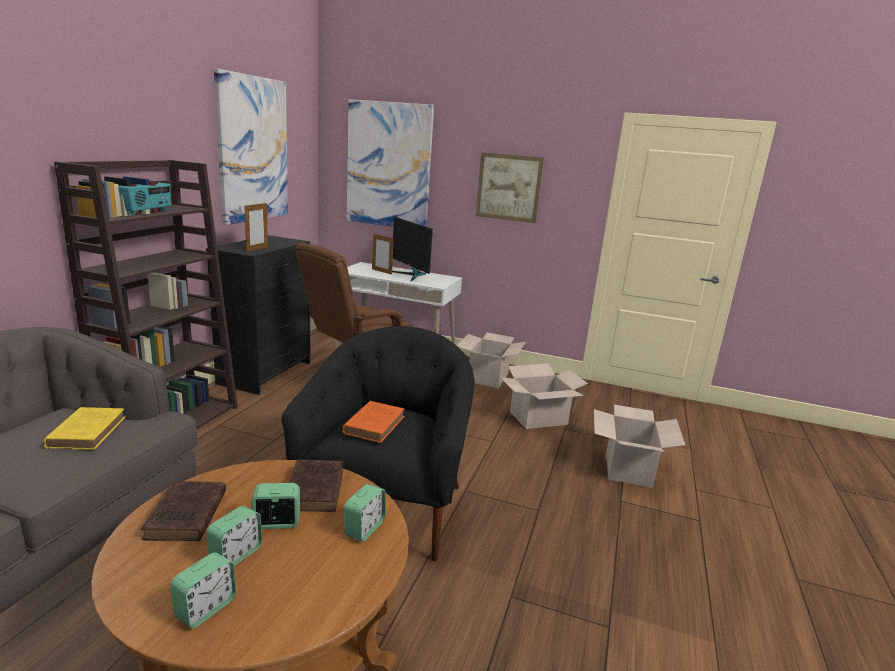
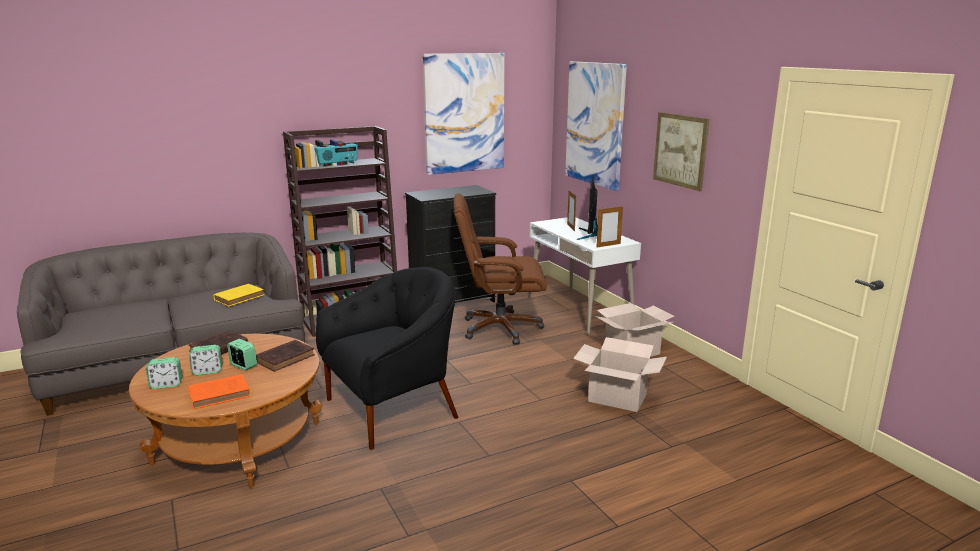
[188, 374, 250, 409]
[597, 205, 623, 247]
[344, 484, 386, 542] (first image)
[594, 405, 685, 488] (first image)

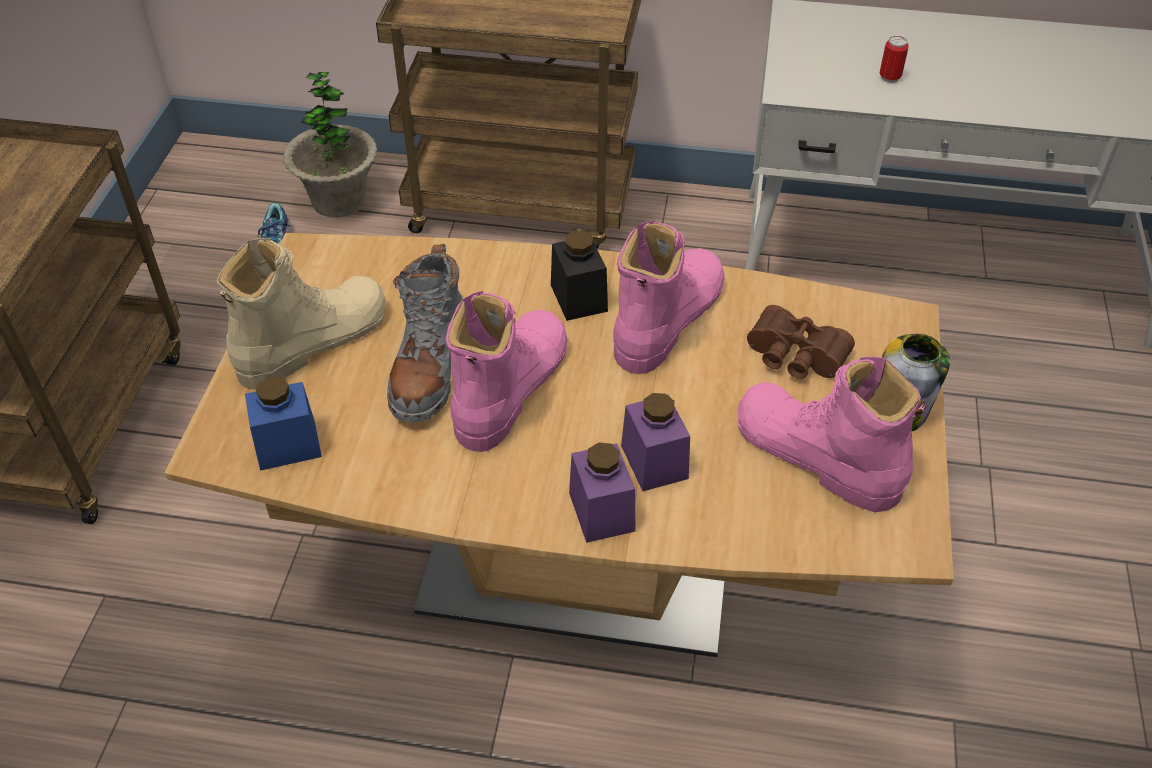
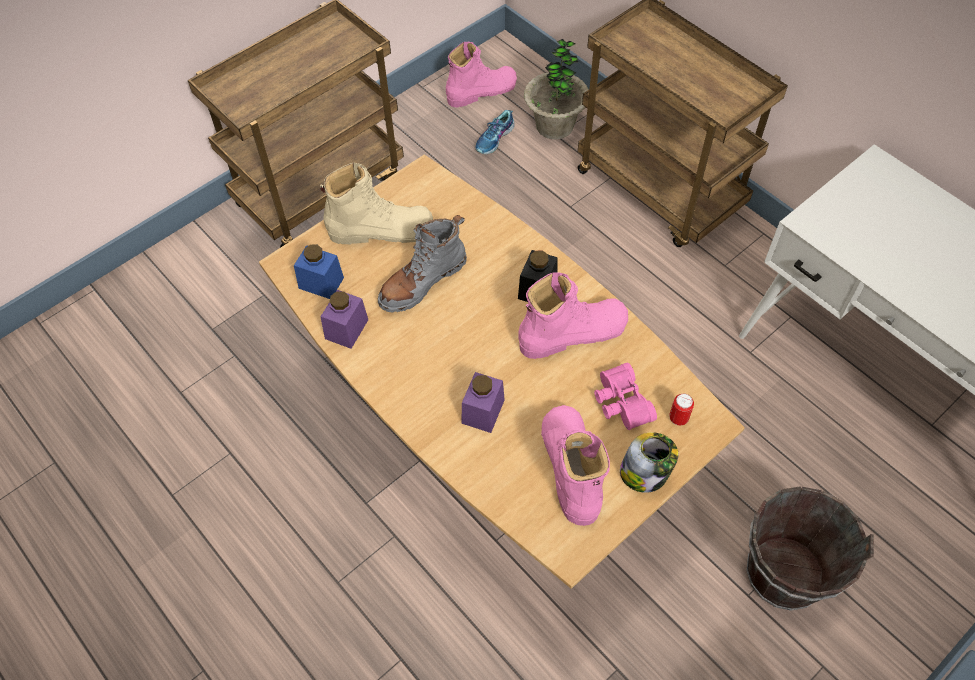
[320, 290, 368, 349]
[446, 42, 517, 107]
[594, 362, 657, 430]
[669, 394, 694, 425]
[747, 486, 874, 611]

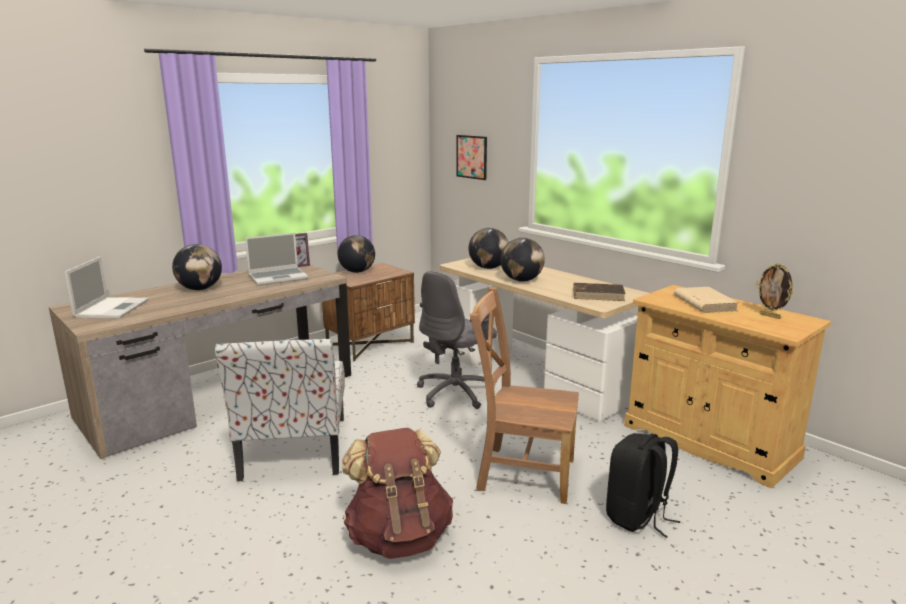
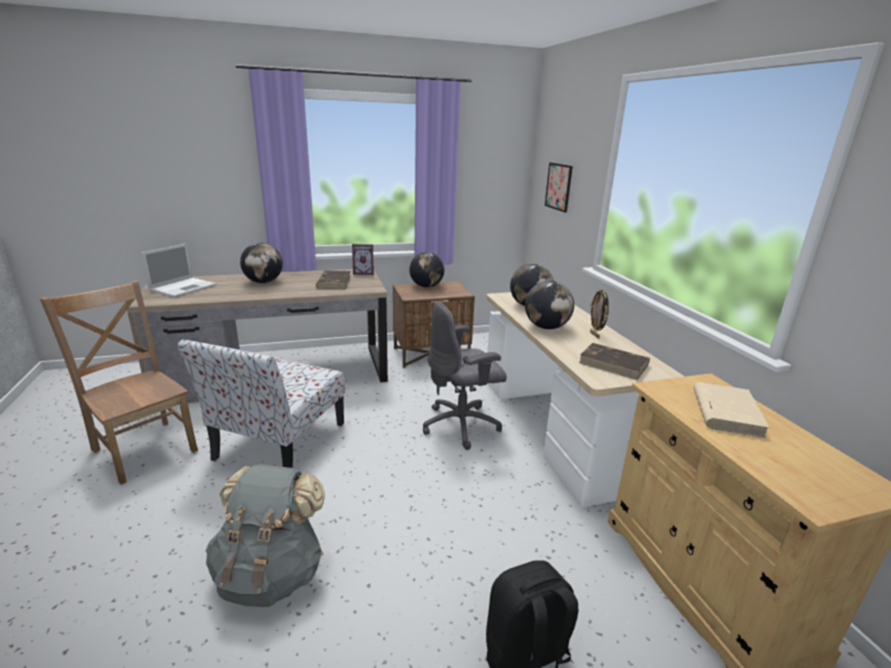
[40, 280, 198, 485]
[206, 464, 325, 607]
[316, 271, 350, 289]
[590, 289, 609, 339]

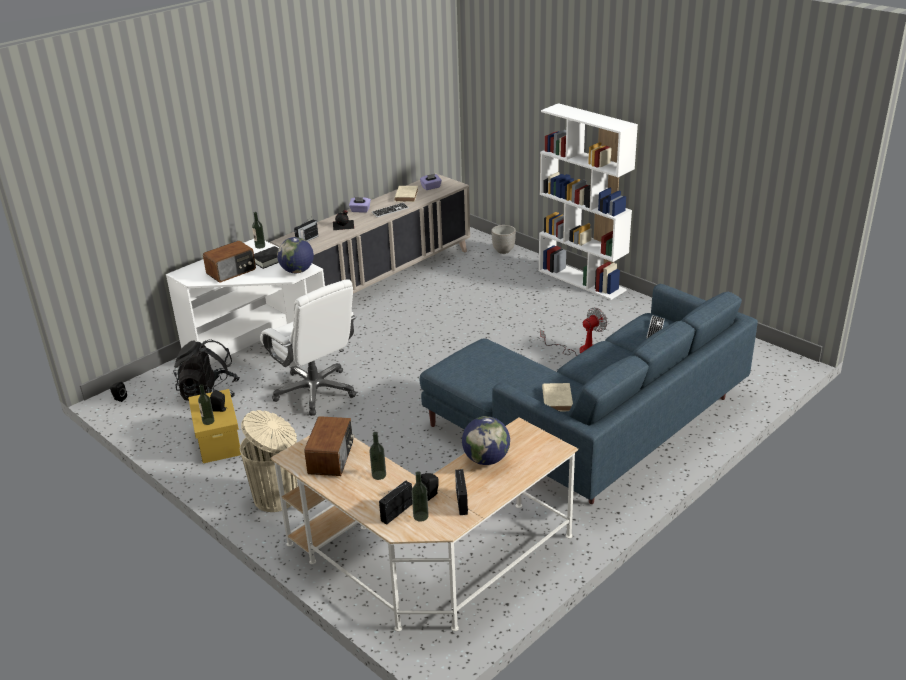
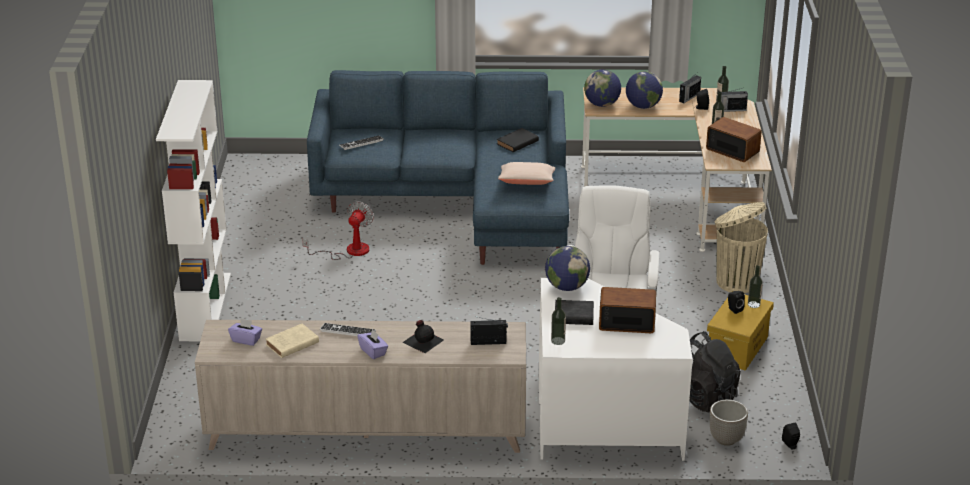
[302, 201, 374, 260]
[497, 128, 539, 152]
[498, 162, 555, 185]
[584, 70, 621, 107]
[706, 117, 762, 162]
[710, 400, 748, 446]

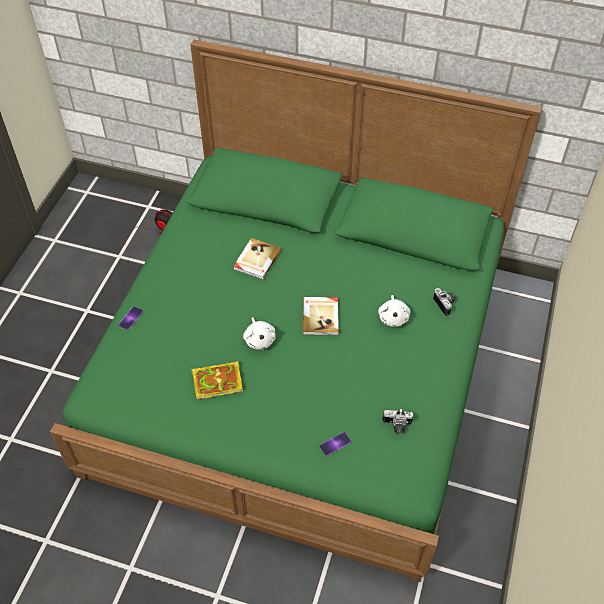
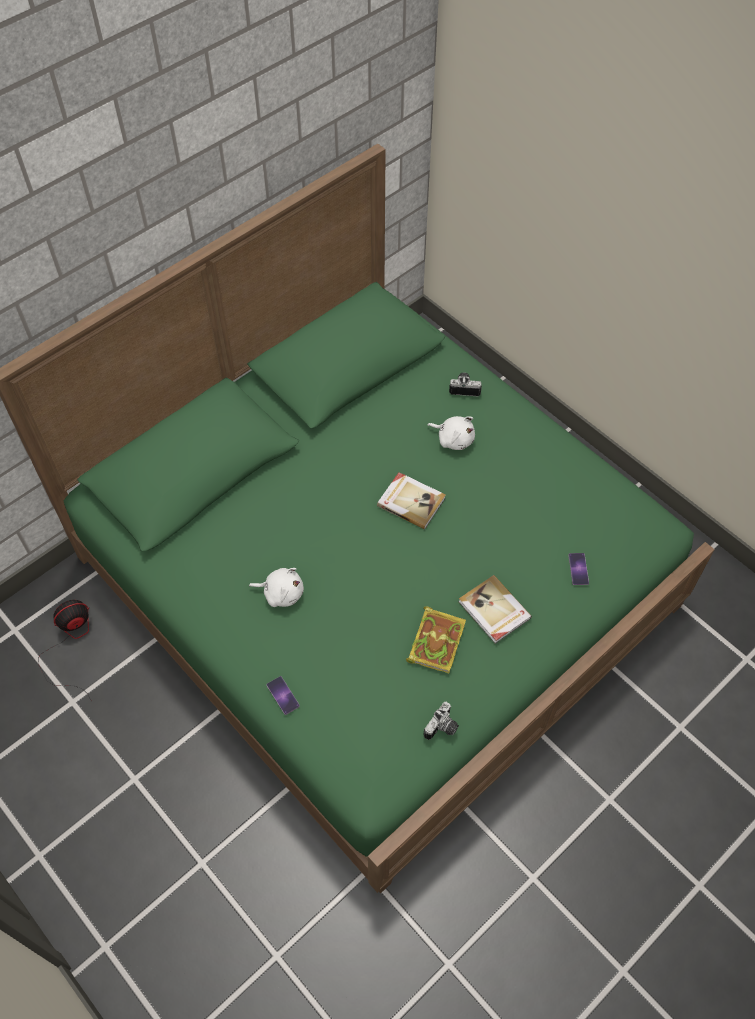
[249, 568, 304, 607]
[424, 702, 459, 740]
[459, 575, 532, 644]

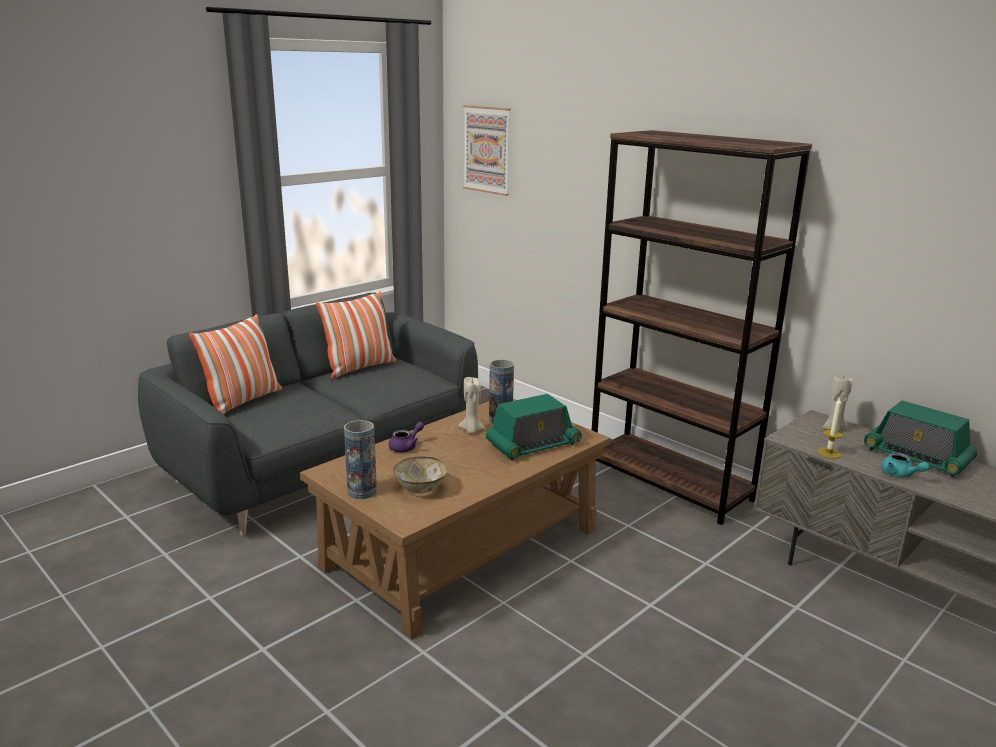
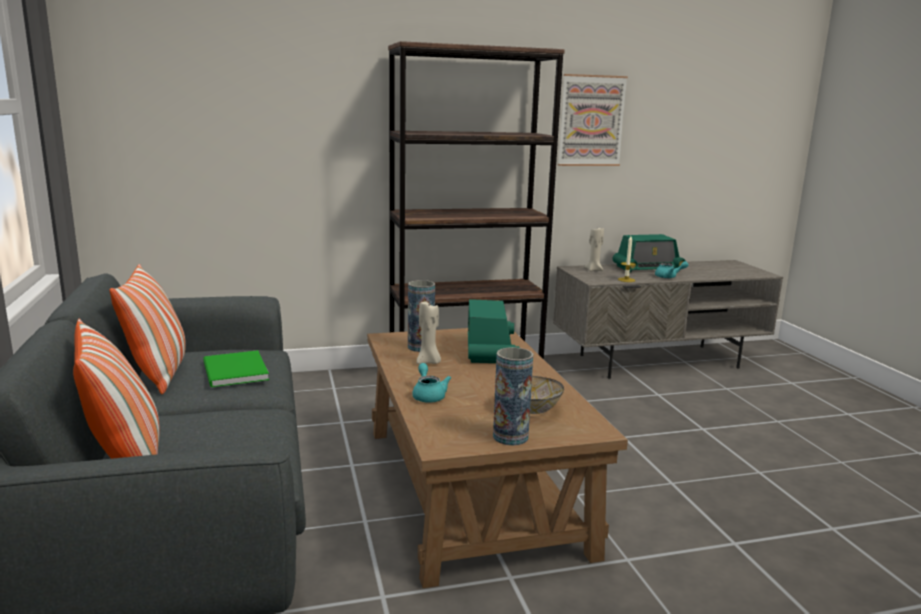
[203, 350, 269, 387]
[412, 363, 451, 403]
[558, 74, 628, 166]

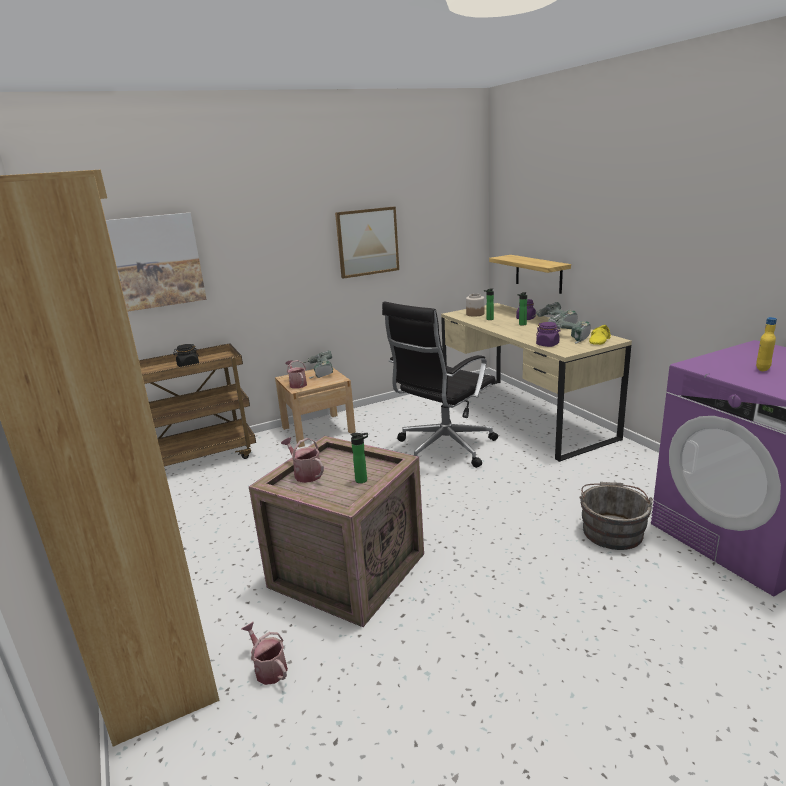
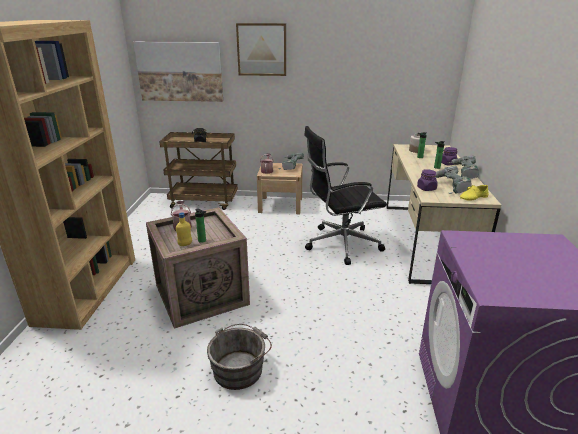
[176, 212, 192, 246]
[207, 324, 272, 390]
[236, 23, 286, 76]
[242, 622, 288, 685] (first image)
[489, 255, 571, 294] (first image)

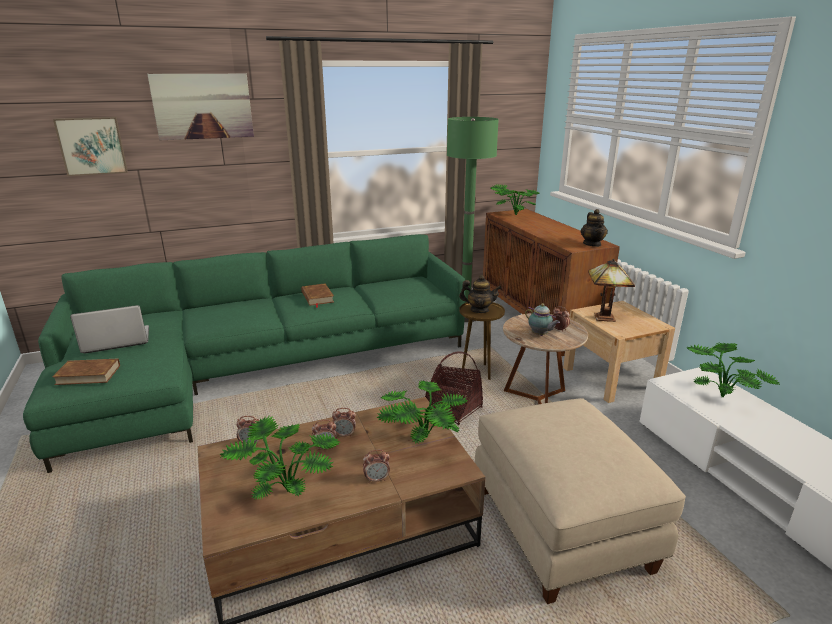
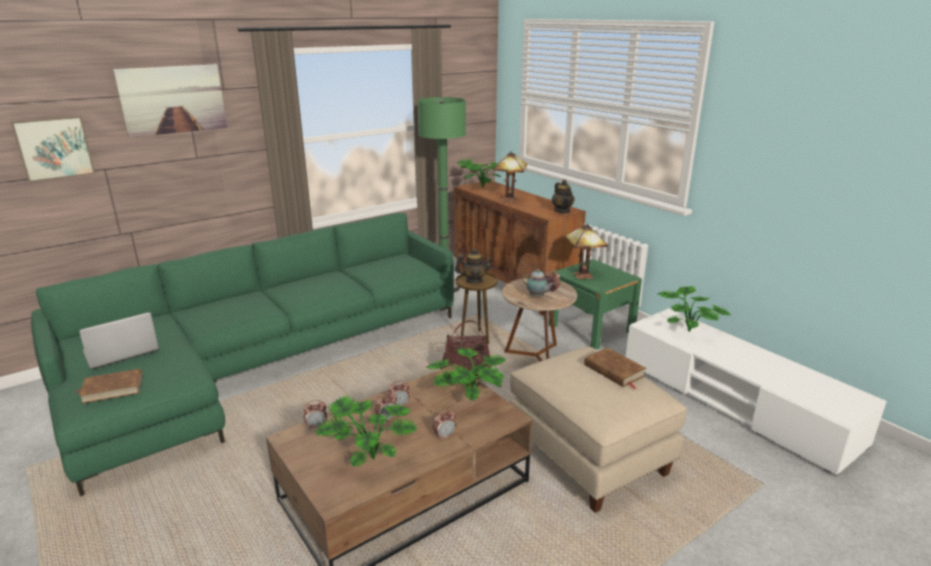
[494, 151, 527, 202]
[549, 259, 642, 349]
[584, 348, 646, 389]

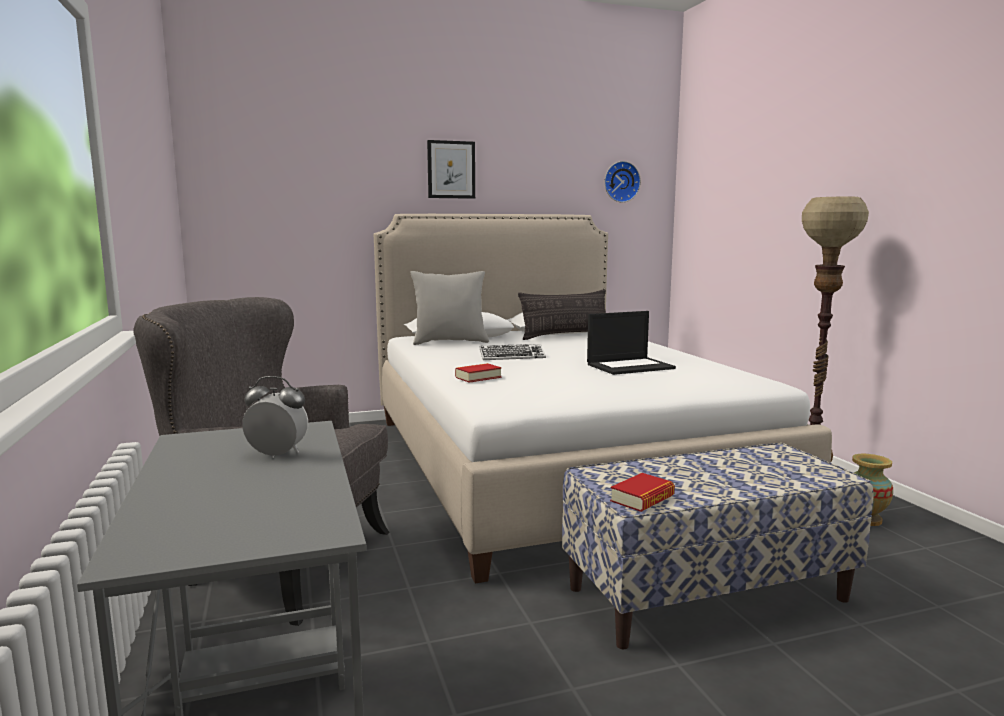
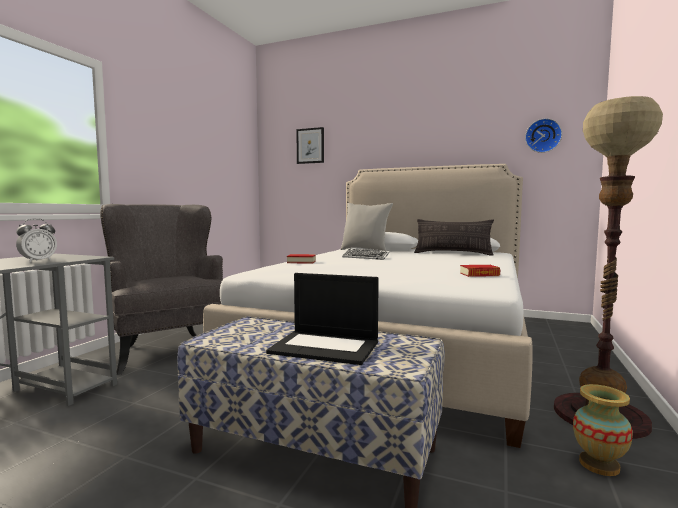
[16, 218, 57, 262]
[266, 273, 379, 365]
[296, 127, 324, 164]
[460, 265, 500, 277]

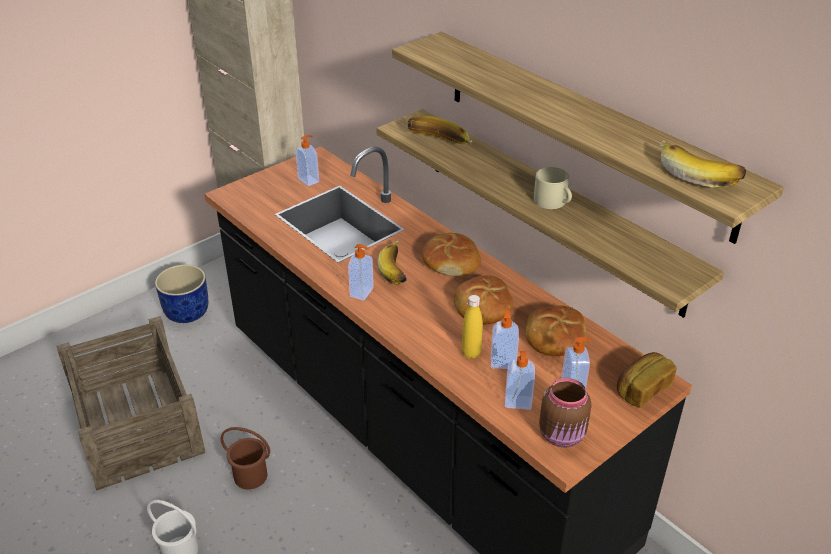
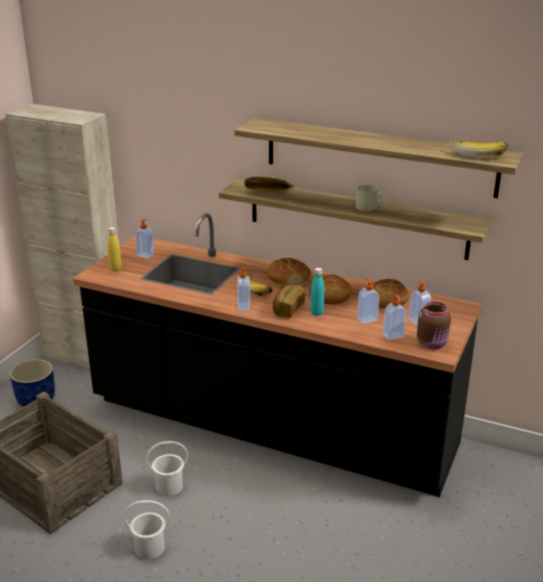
[108, 227, 122, 272]
[146, 441, 188, 496]
[273, 285, 305, 318]
[310, 268, 324, 316]

